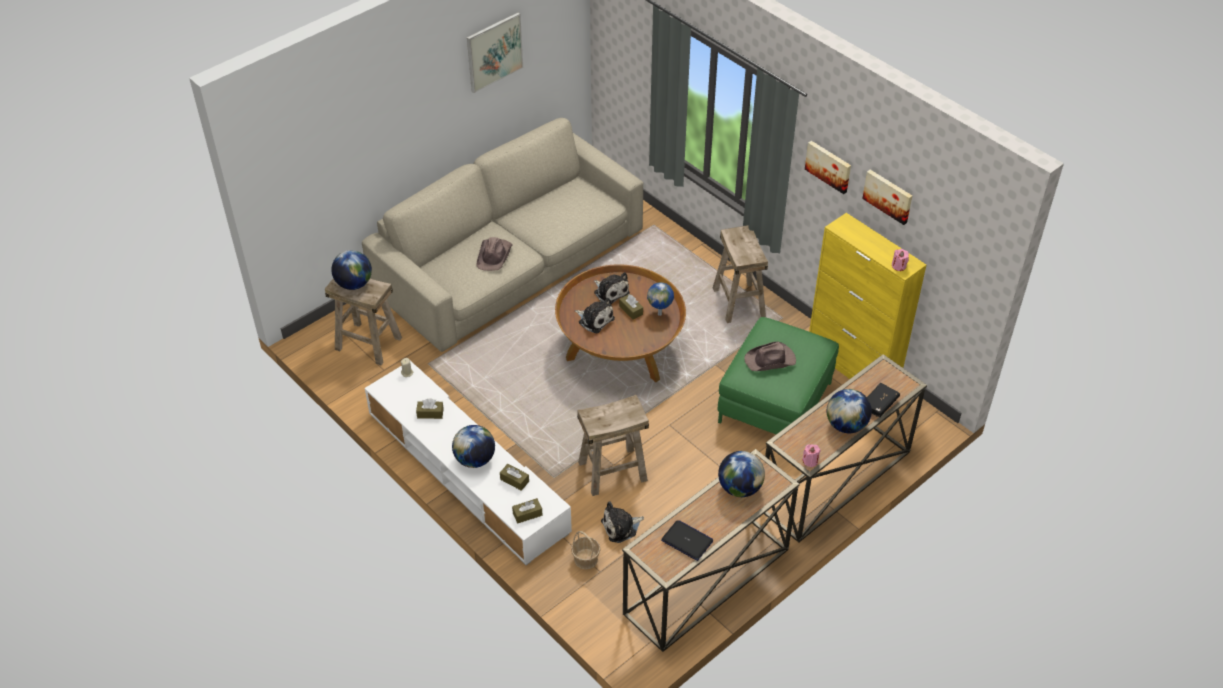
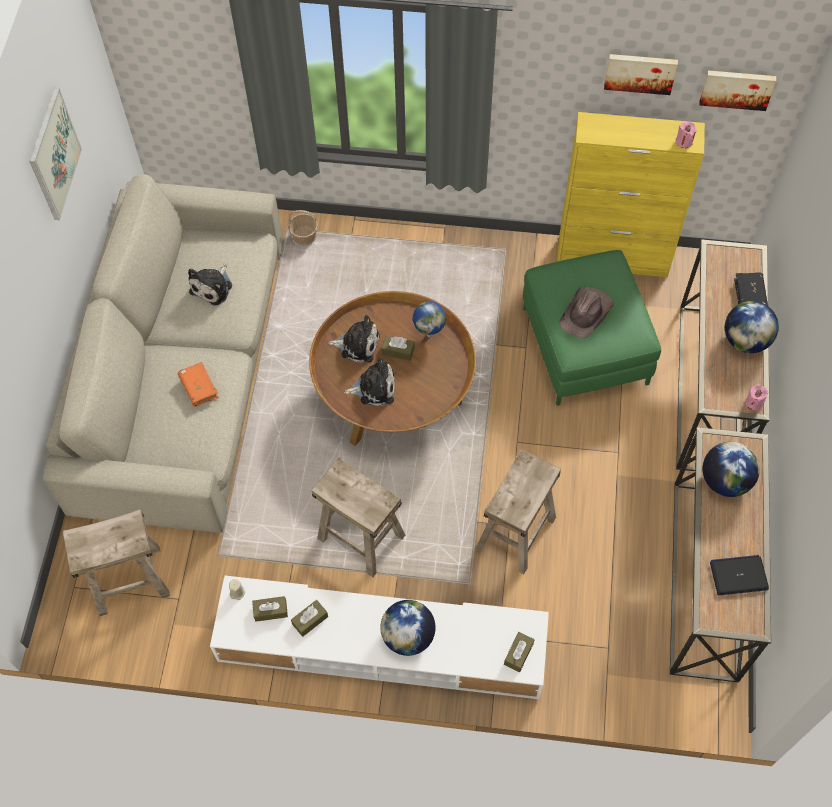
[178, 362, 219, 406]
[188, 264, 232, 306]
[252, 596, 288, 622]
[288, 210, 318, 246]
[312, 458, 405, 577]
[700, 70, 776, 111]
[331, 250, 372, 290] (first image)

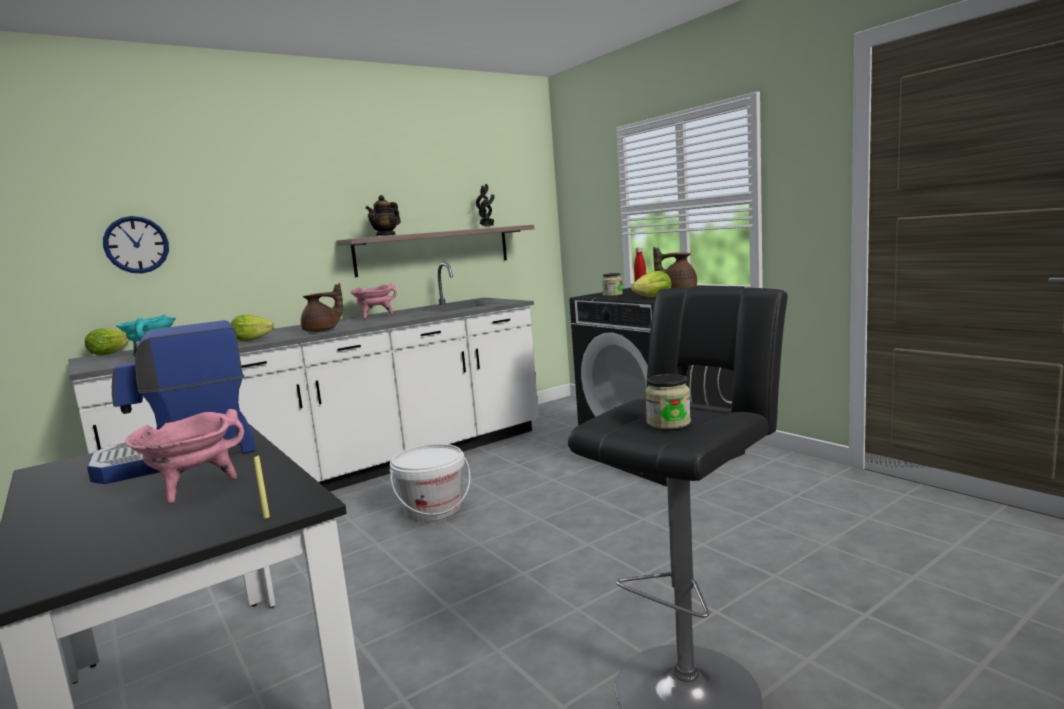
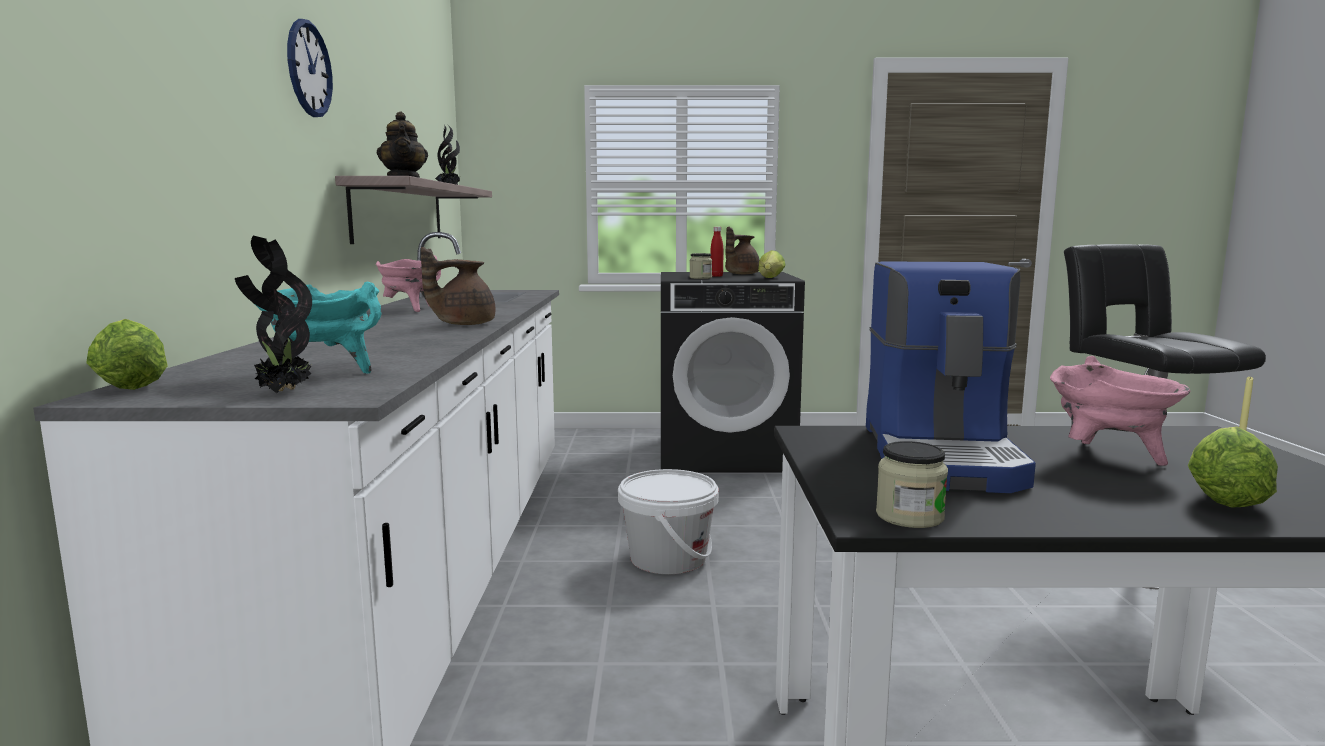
[235, 235, 312, 393]
[287, 19, 333, 117]
[421, 247, 495, 325]
[876, 441, 948, 528]
[1188, 426, 1278, 508]

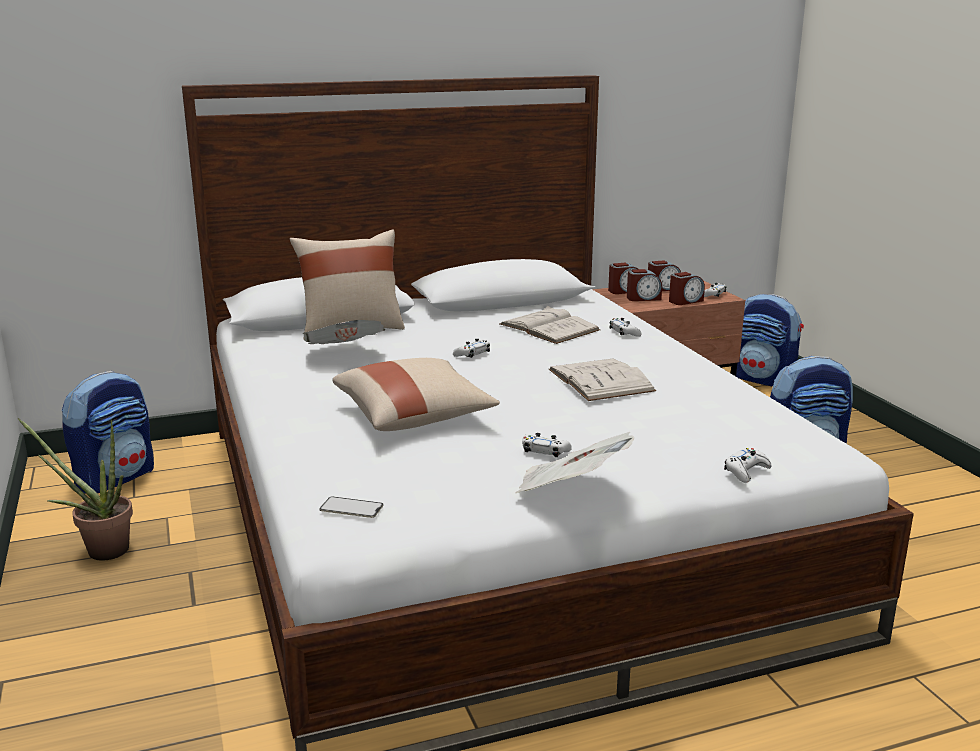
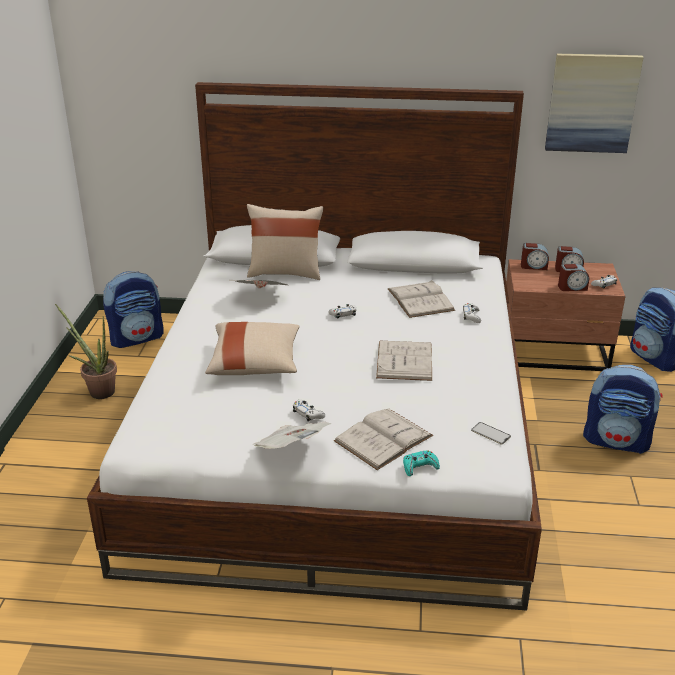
[334, 408, 433, 470]
[403, 450, 440, 476]
[471, 422, 511, 444]
[545, 54, 644, 153]
[627, 269, 662, 301] (first image)

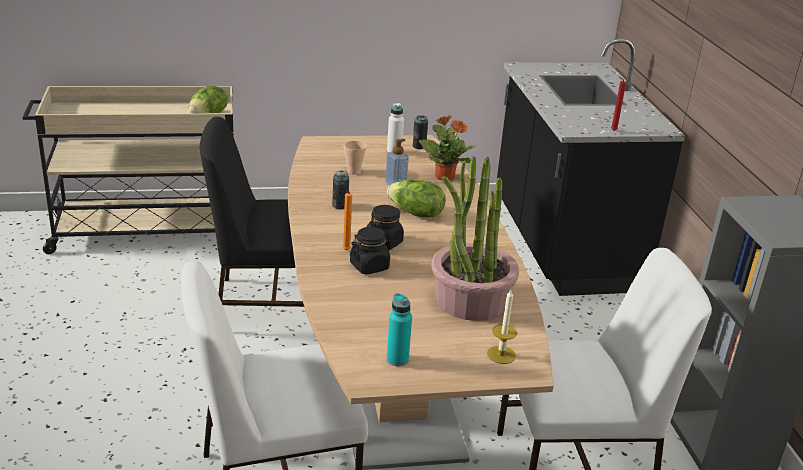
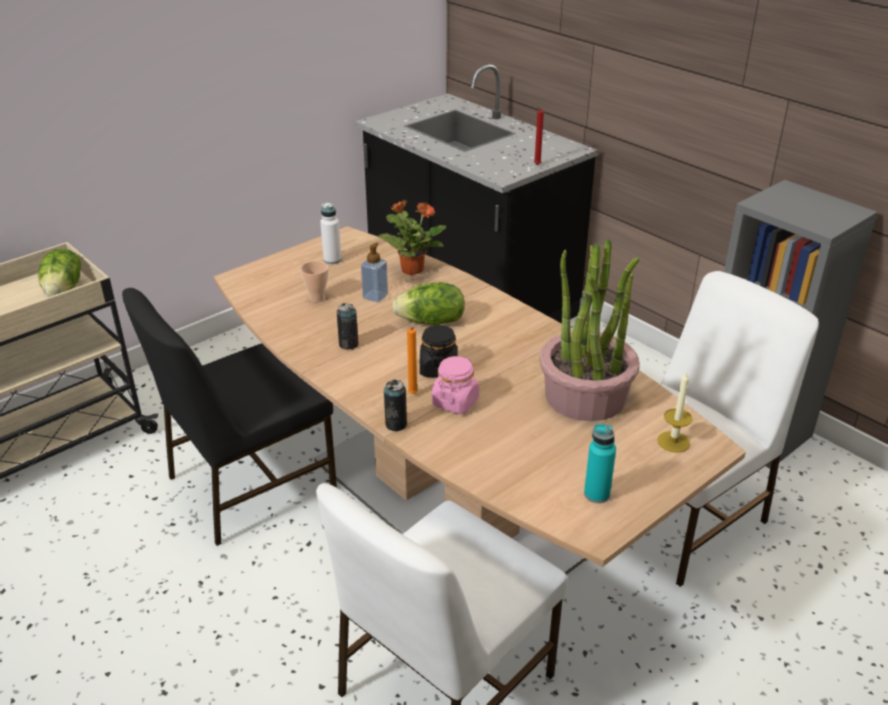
[384, 380, 407, 431]
[432, 356, 479, 414]

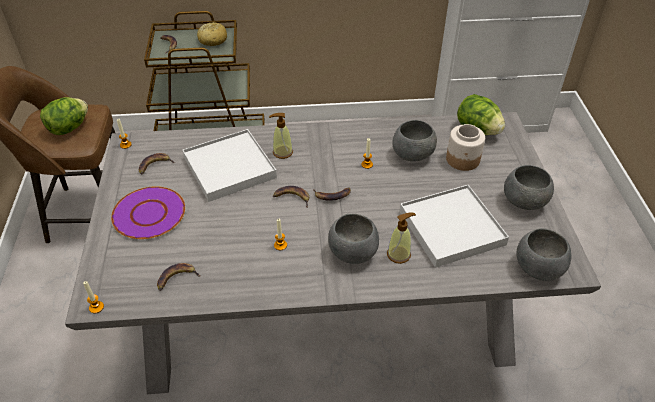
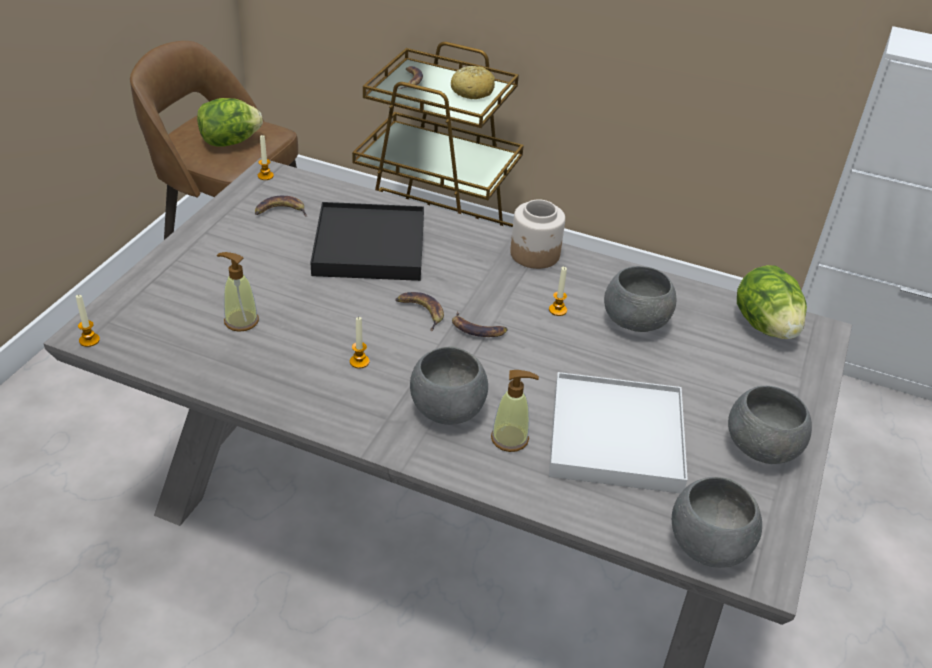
[217, 252, 259, 332]
[310, 202, 424, 281]
[510, 199, 565, 269]
[111, 186, 185, 239] (first image)
[157, 263, 200, 291] (first image)

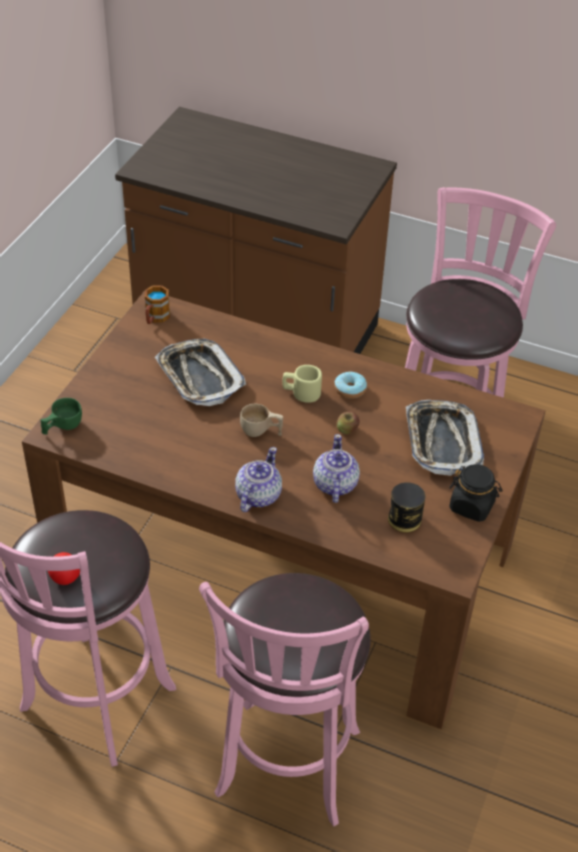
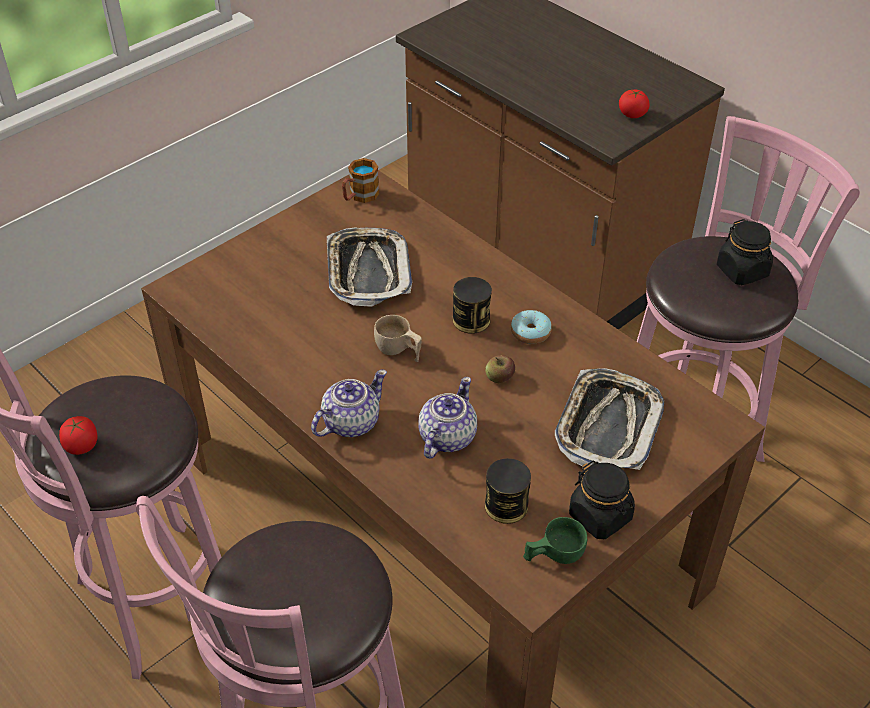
[453, 277, 492, 334]
[523, 517, 587, 564]
[619, 90, 650, 118]
[717, 219, 773, 285]

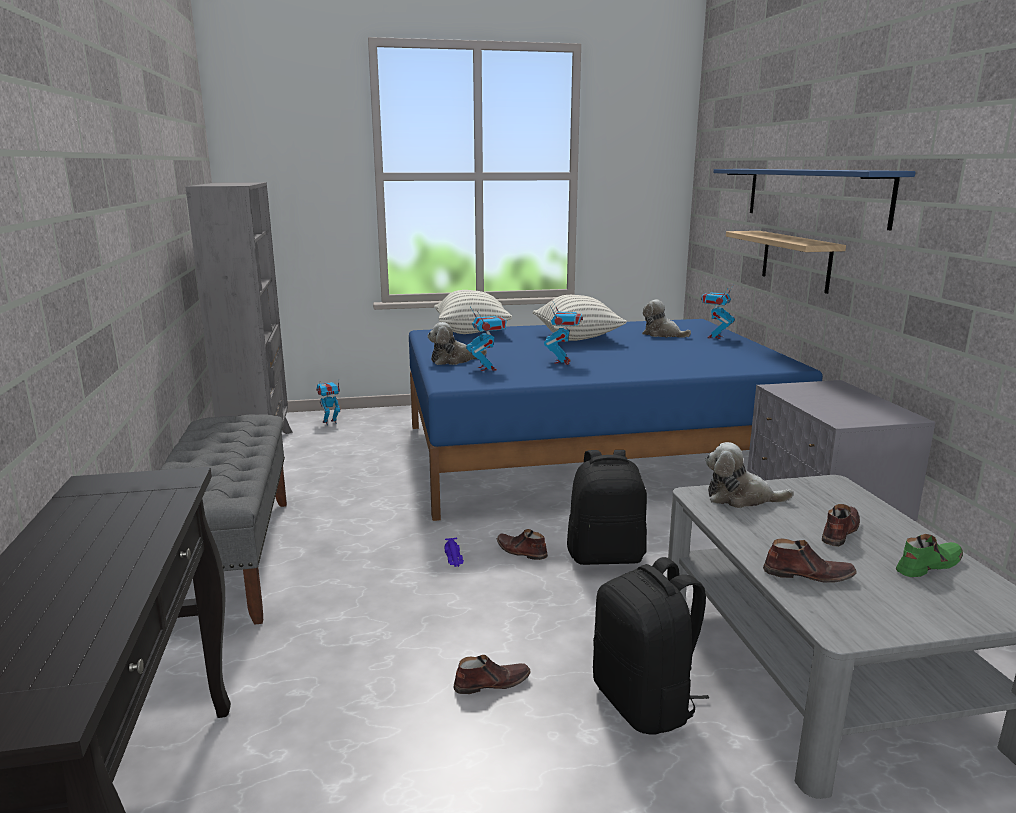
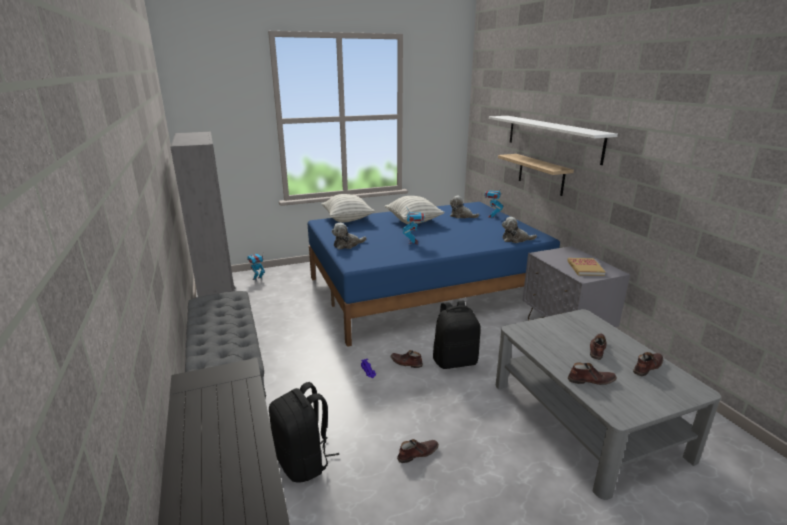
[269, 382, 339, 482]
[489, 116, 618, 165]
[502, 217, 537, 243]
[567, 258, 605, 276]
[633, 352, 663, 376]
[466, 307, 507, 371] (first image)

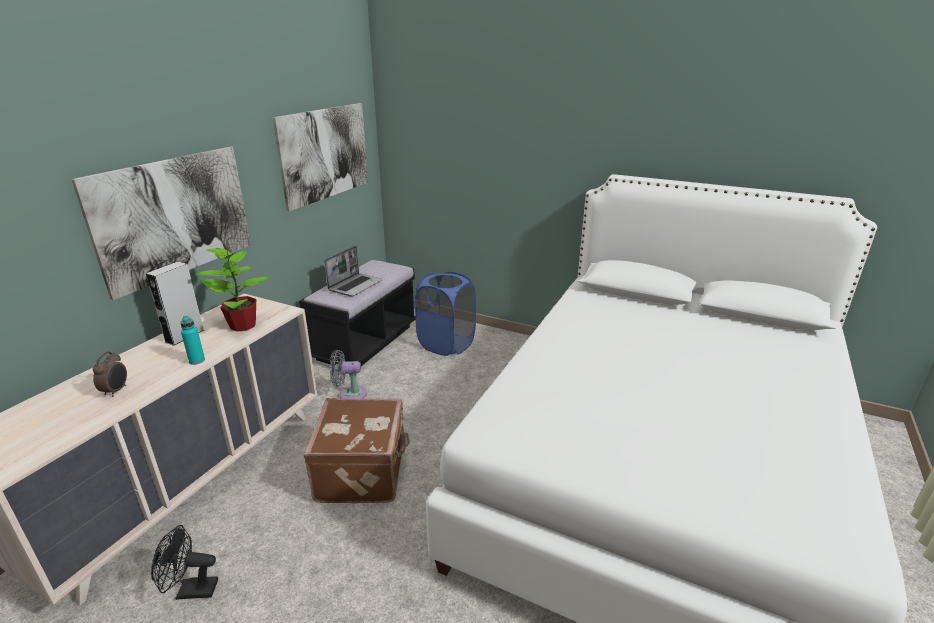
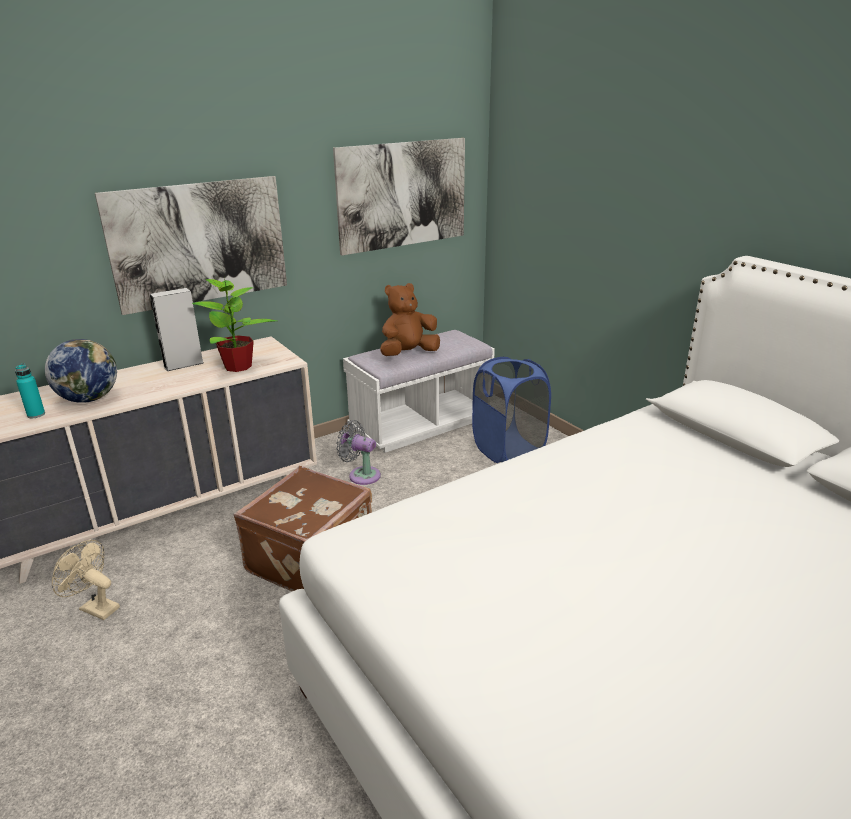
[15, 364, 45, 418]
[45, 339, 117, 403]
[52, 540, 120, 620]
[343, 330, 495, 453]
[380, 283, 440, 356]

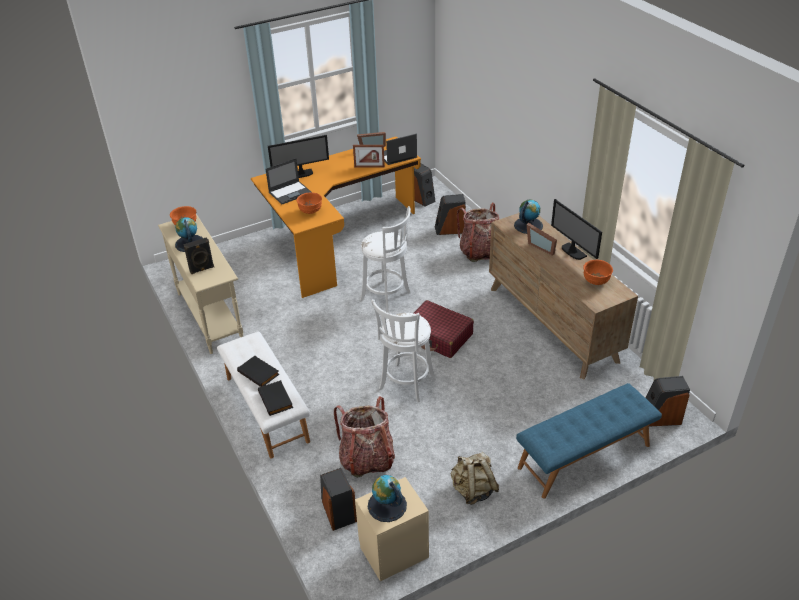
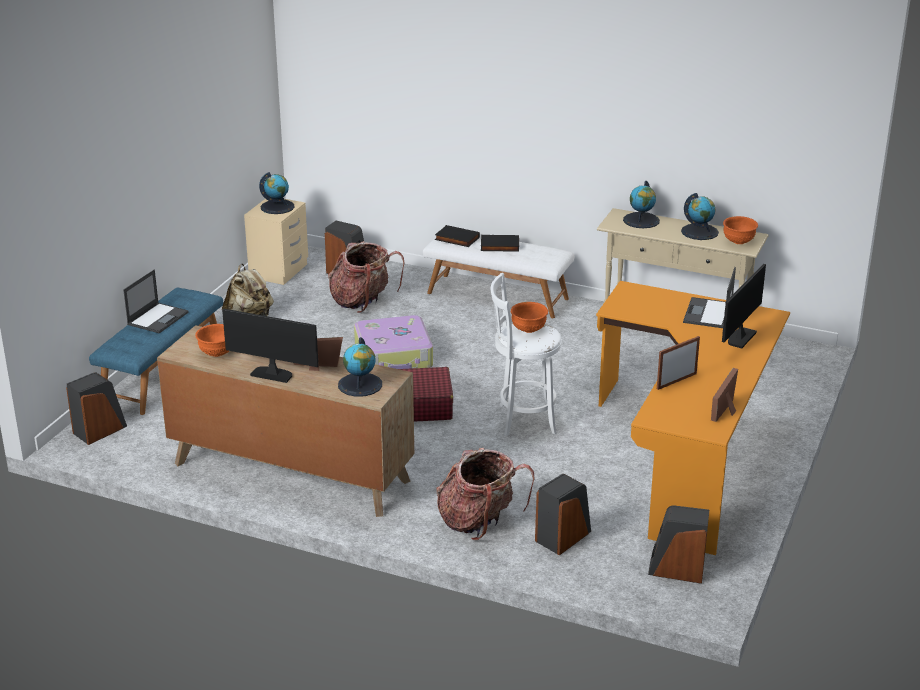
[123, 270, 189, 333]
[354, 315, 433, 369]
[511, 302, 548, 333]
[623, 181, 660, 228]

